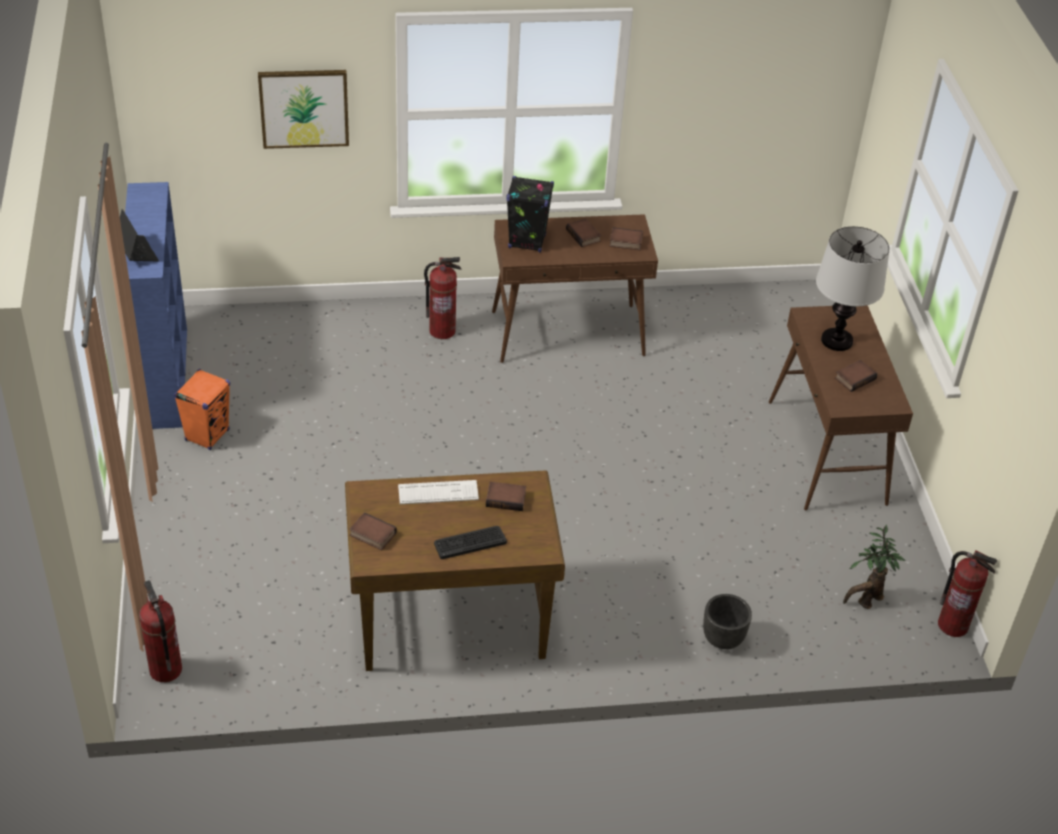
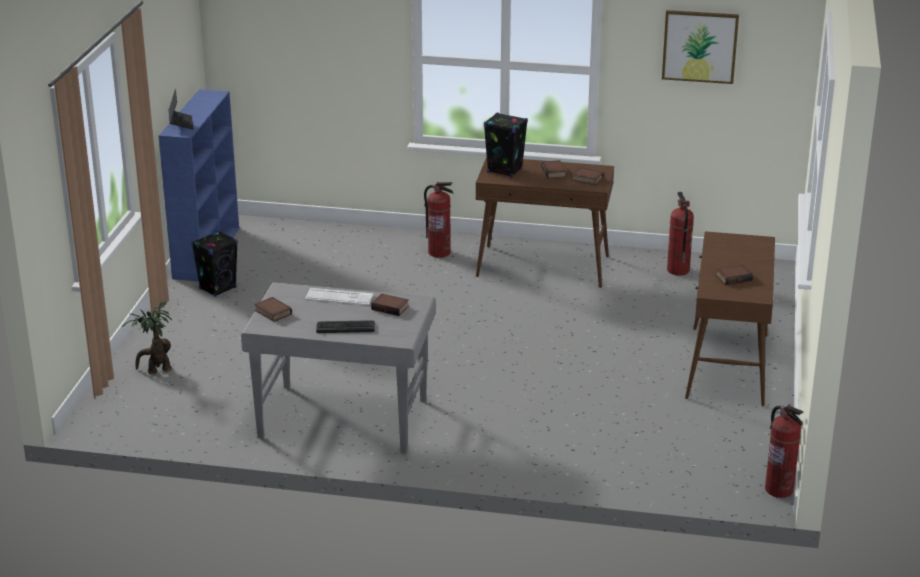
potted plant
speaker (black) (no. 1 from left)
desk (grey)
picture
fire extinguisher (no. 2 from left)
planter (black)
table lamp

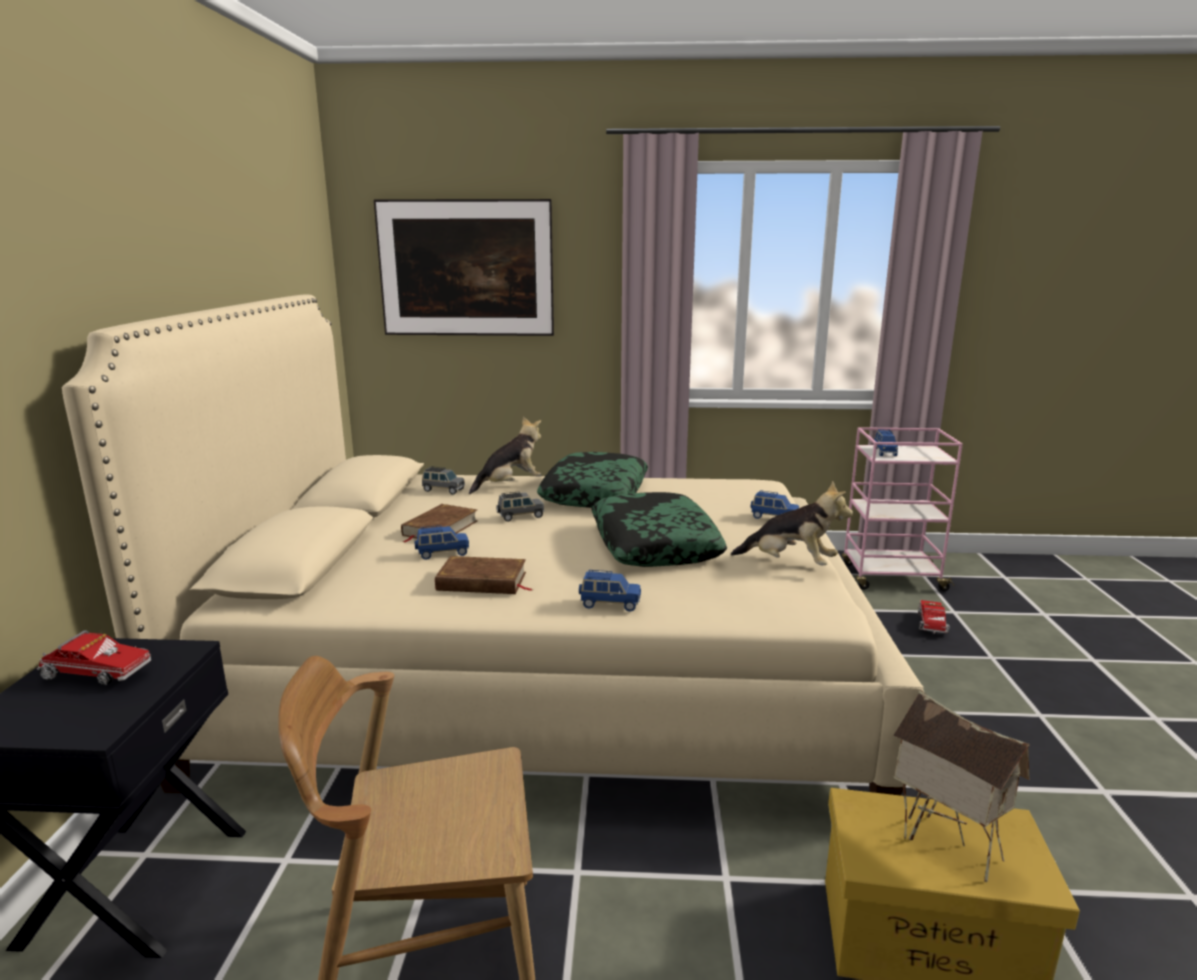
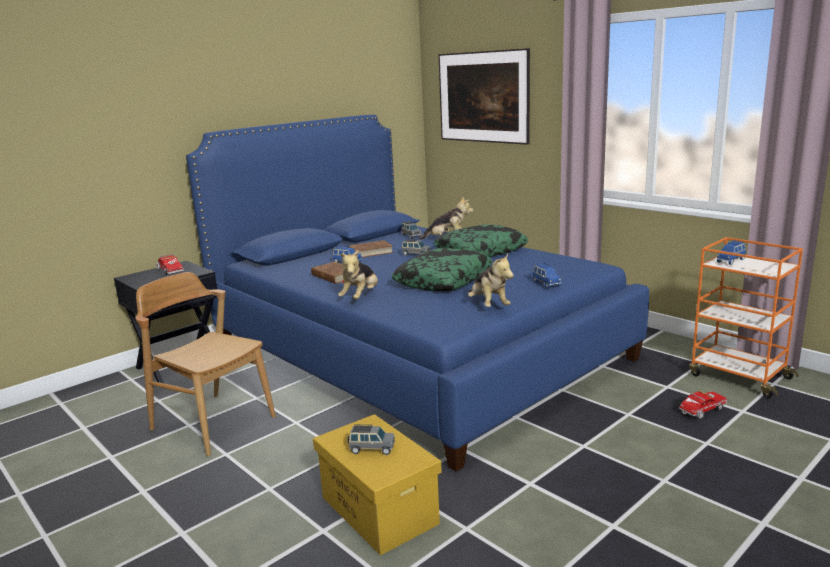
bed (blue)
plush toy (no. 1 from left)
toy car (grey) (no. 1 from left)
cart (orange)

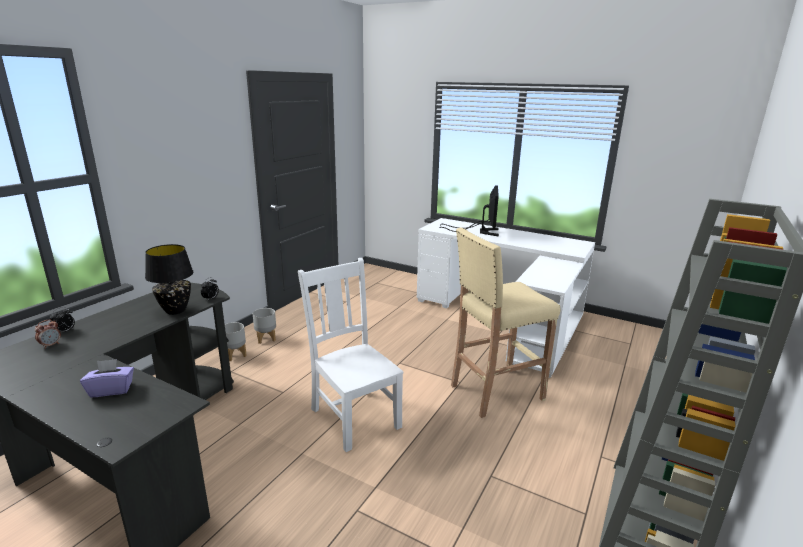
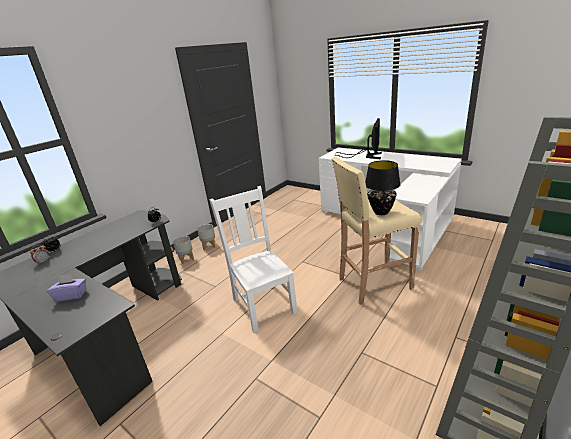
table lamp (black)

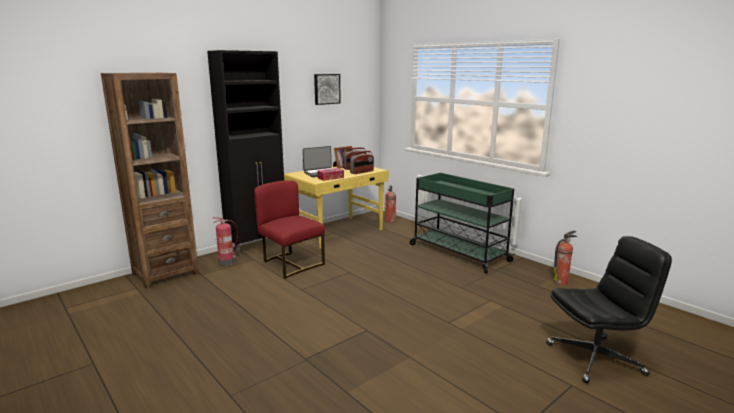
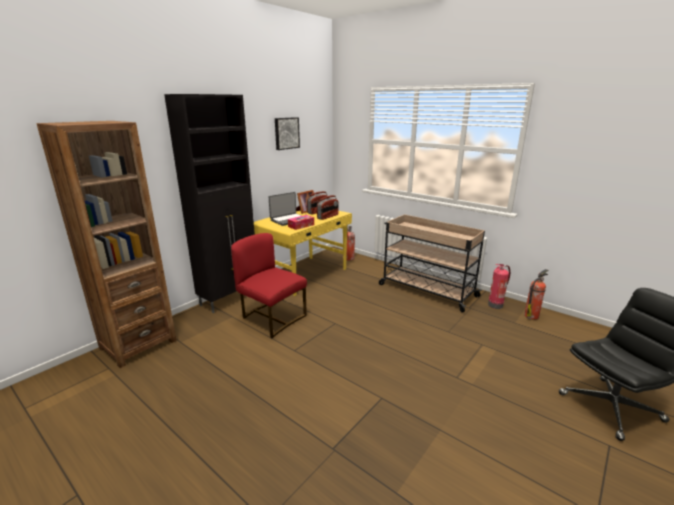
cart (beige)
fire extinguisher (no. 2 from left)

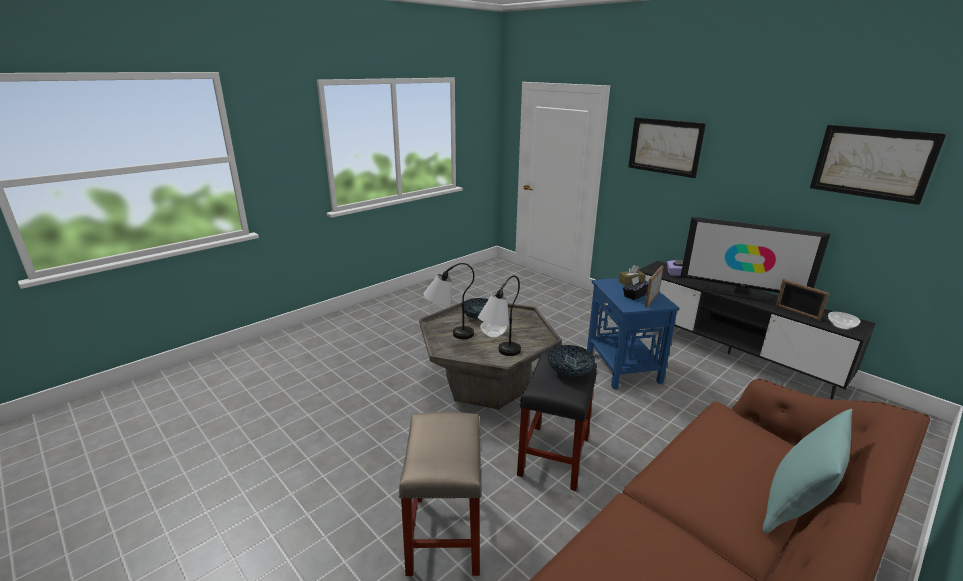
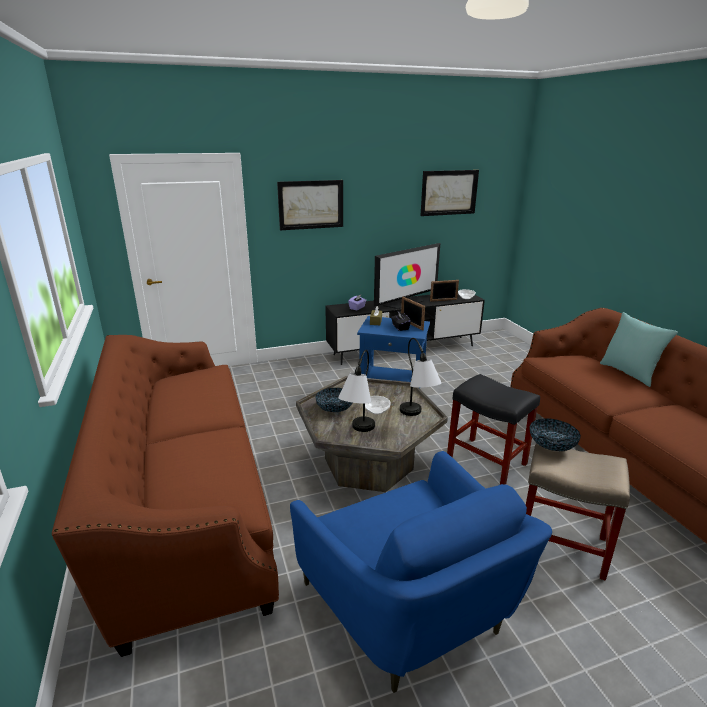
sofa (brown) (no. 1 from left)
armchair (blue)
bowl (no. 4 from left)

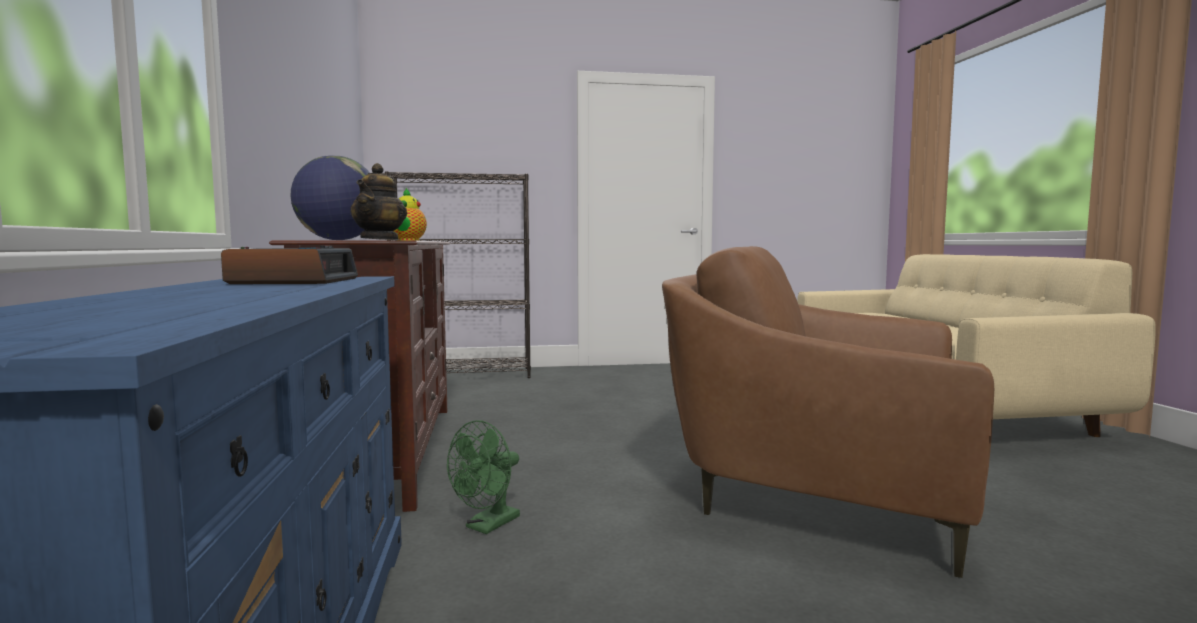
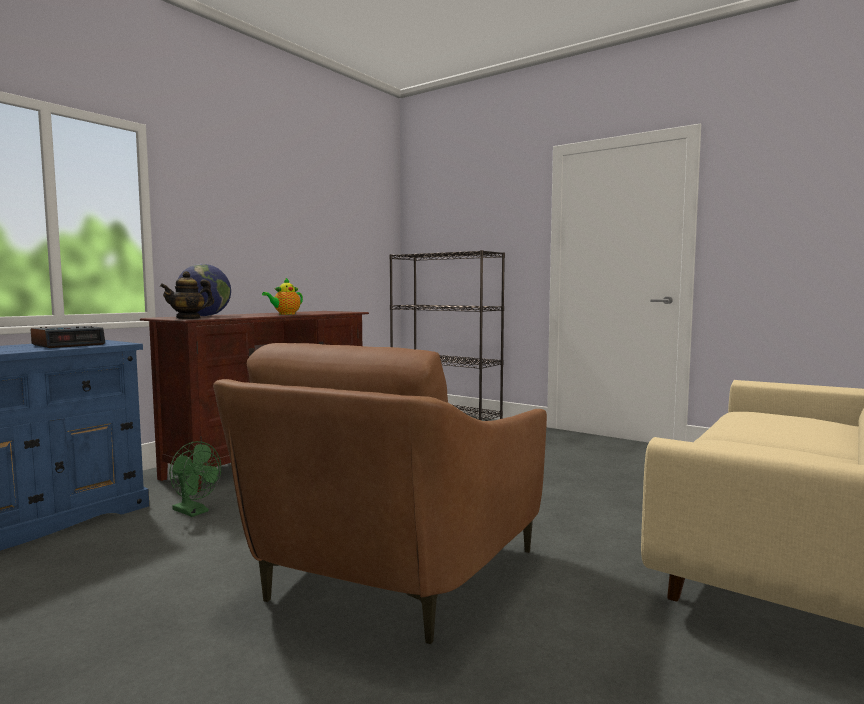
fan (green)
armchair (brown)

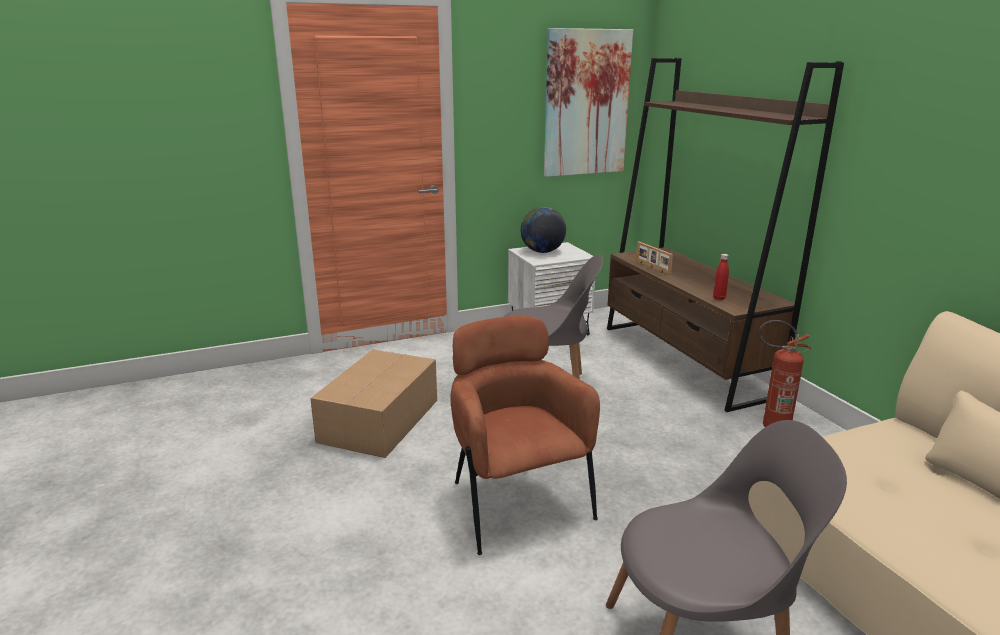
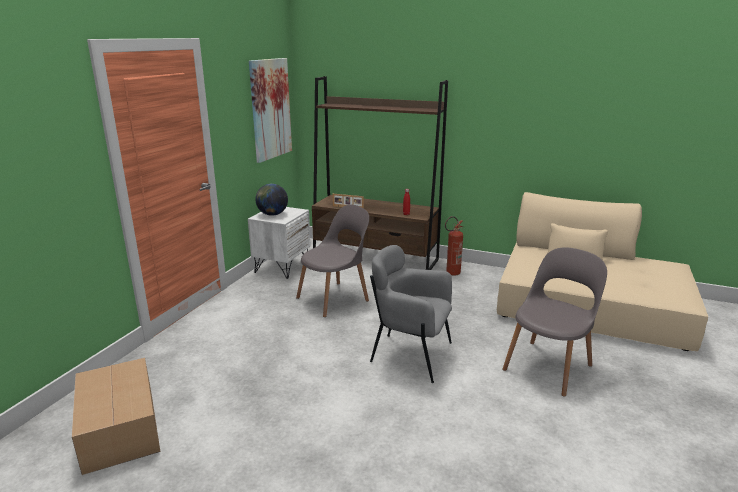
cardboard box
armchair (grey)

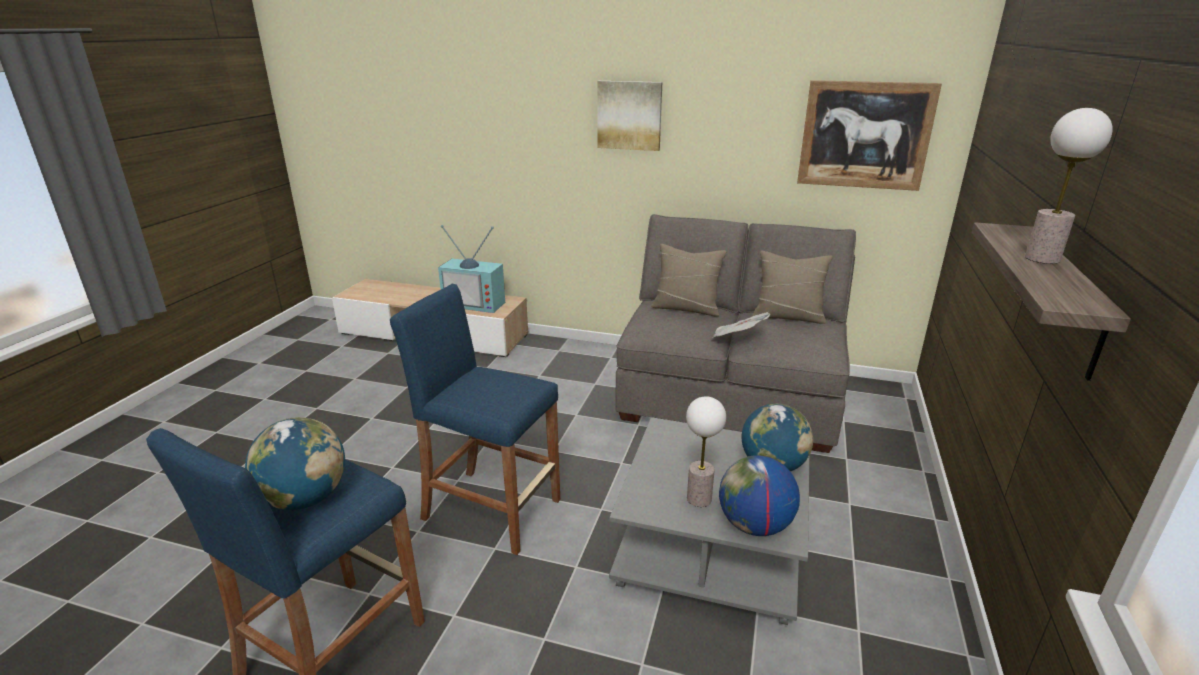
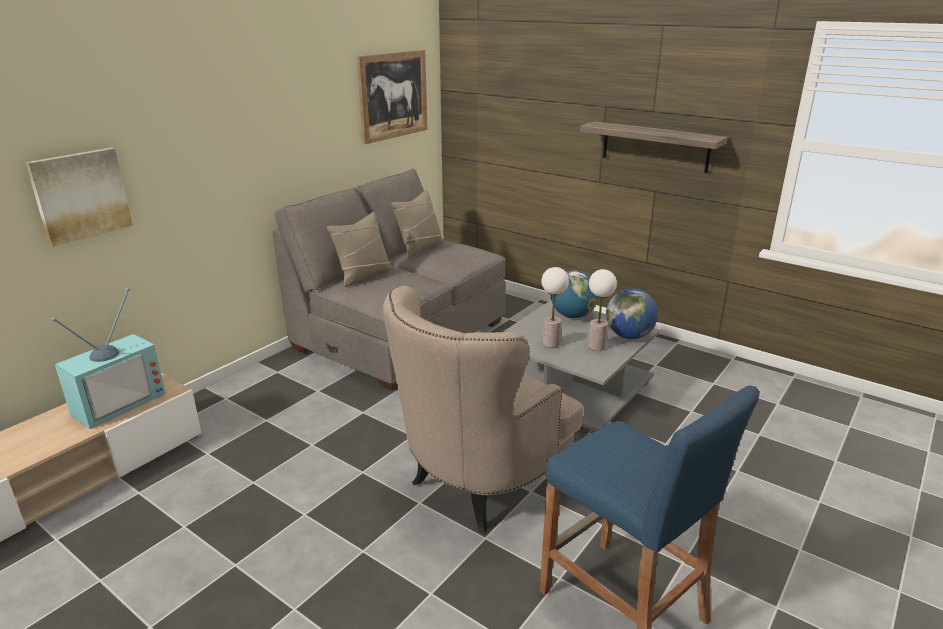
picture (no. 1 from left)
armchair (beige)
table lamp (no. 1 from left)
globe (no. 1 from left in the first image)
newspaper

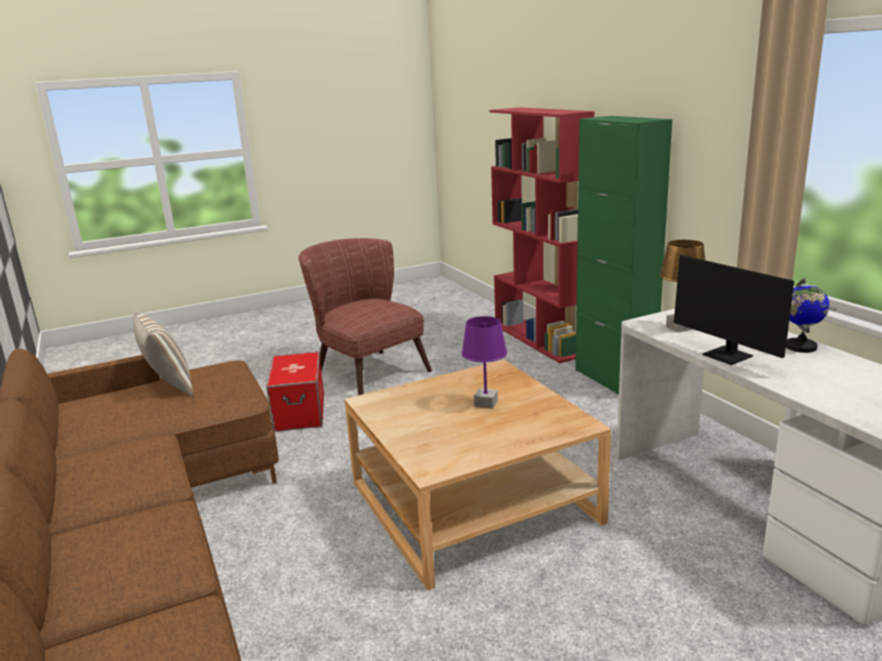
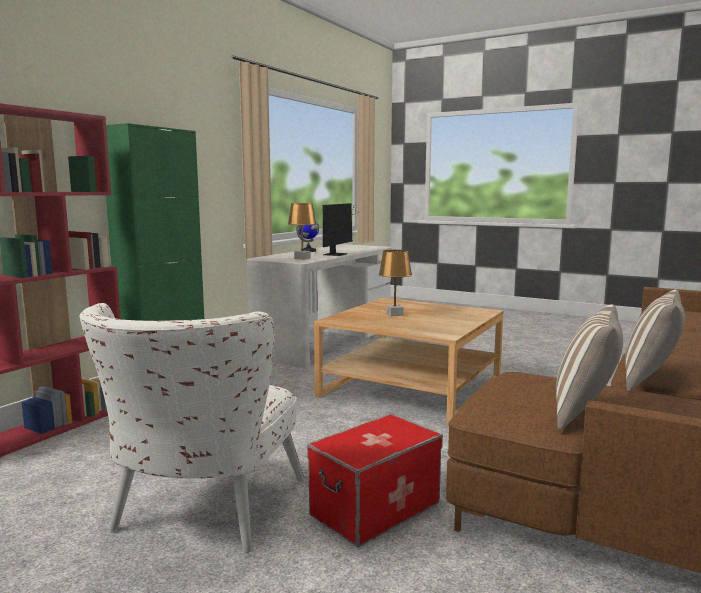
armchair (white)
table lamp (brown) (no. 2 from left)
pillow (no. 2 from left)

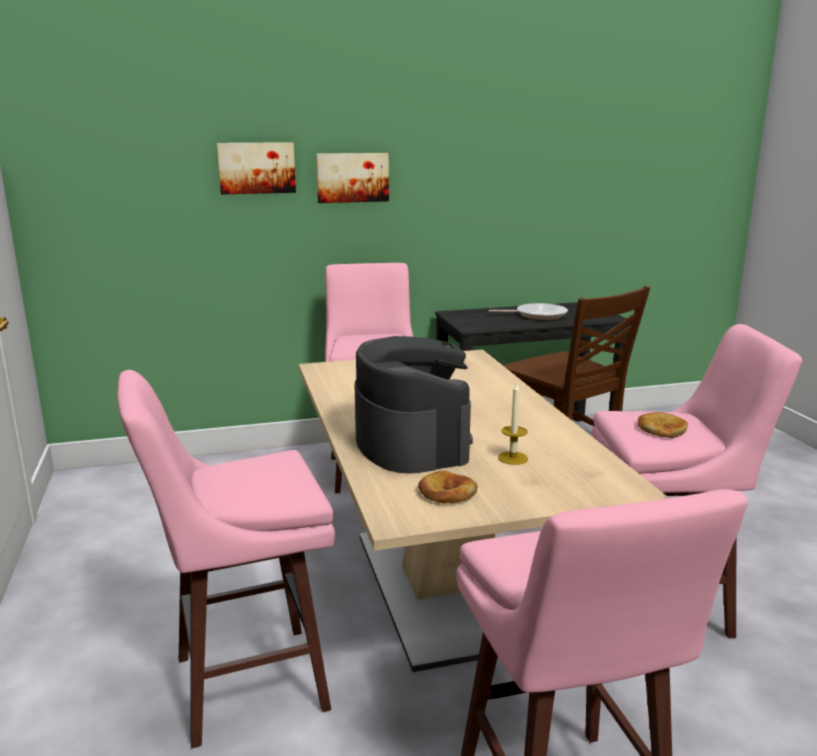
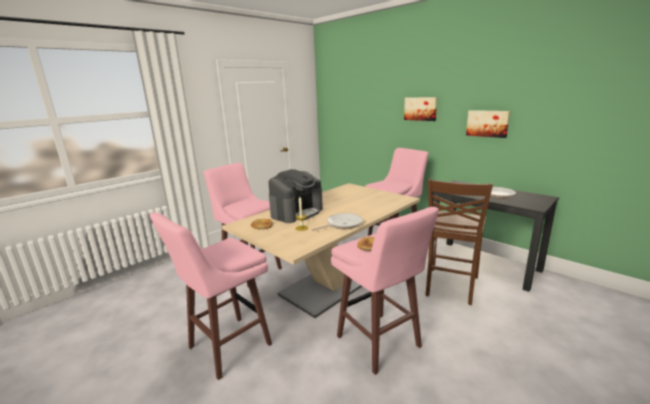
frying pan (no. 1 from left)
picture (no. 2 from left)

